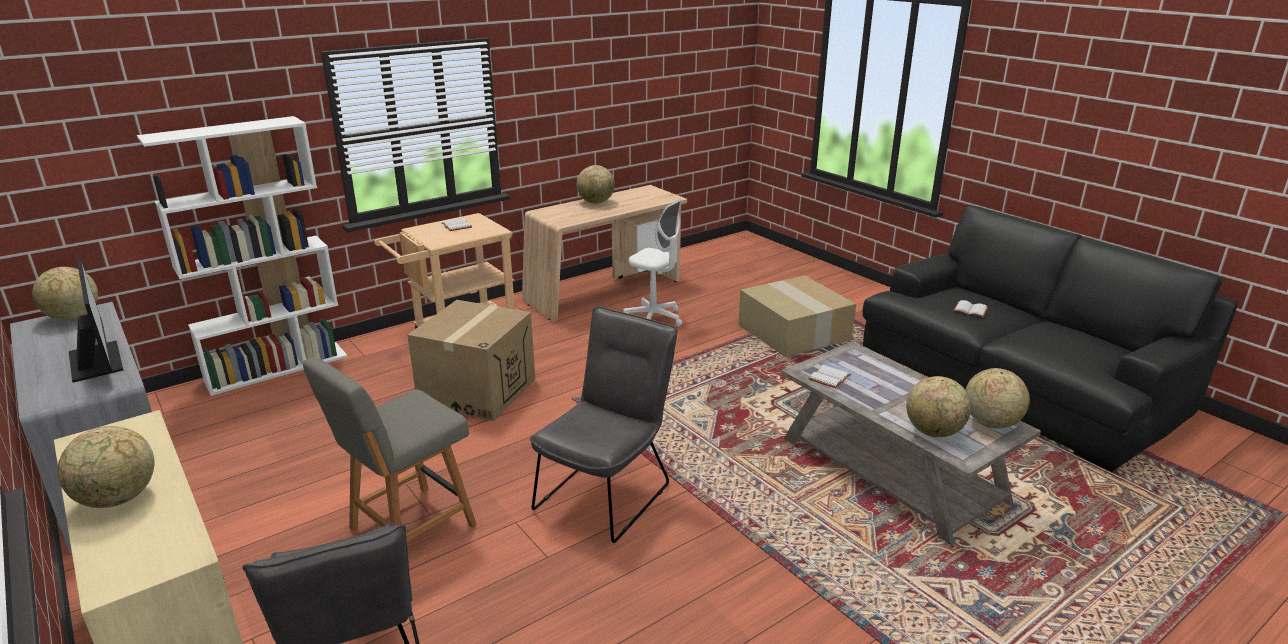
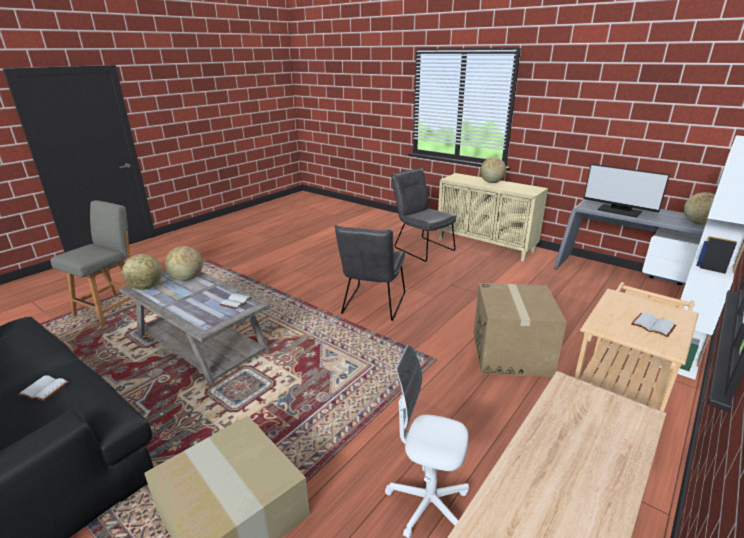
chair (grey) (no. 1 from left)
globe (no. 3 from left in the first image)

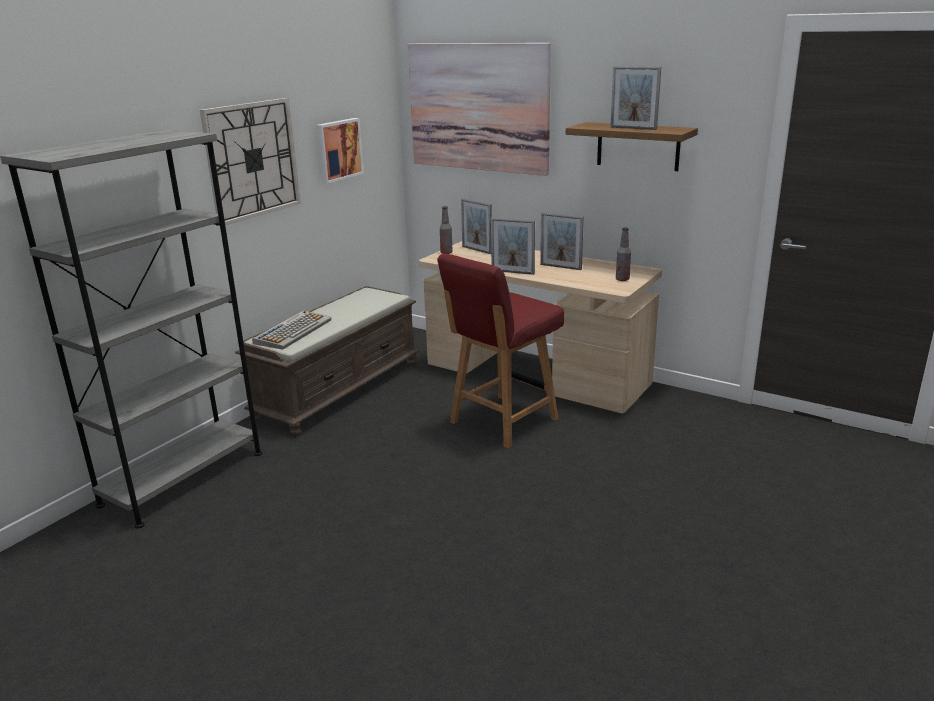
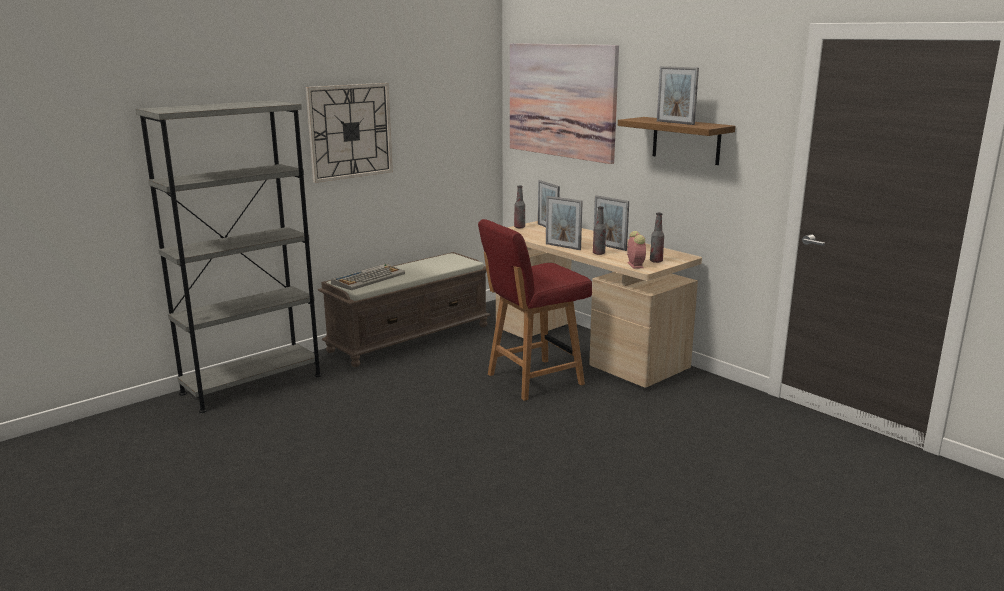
bottle (no. 2 from left)
alarm clock
picture (no. 1 from left in the first image)

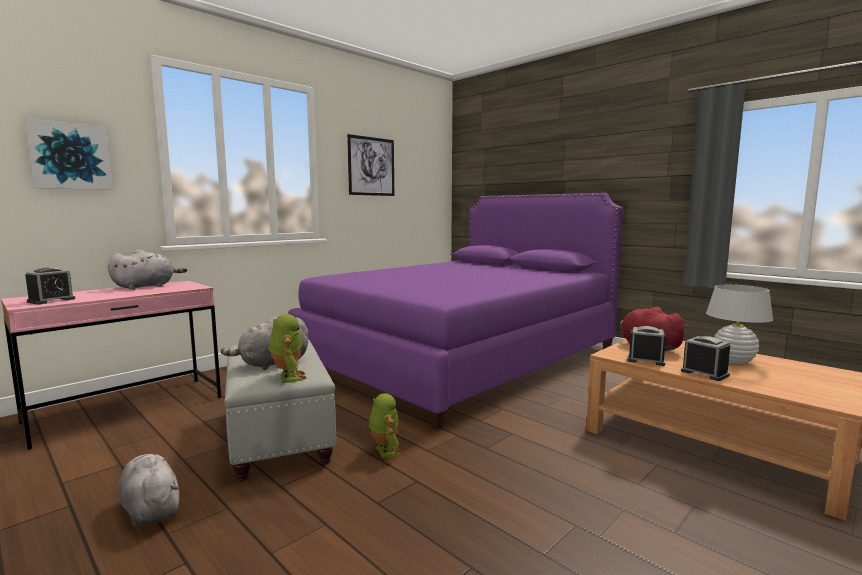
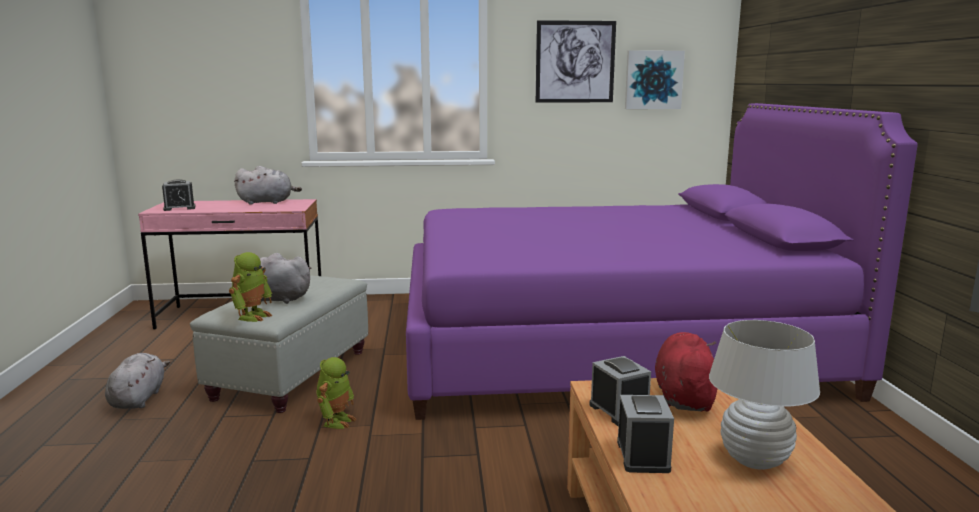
picture (no. 2 from left)

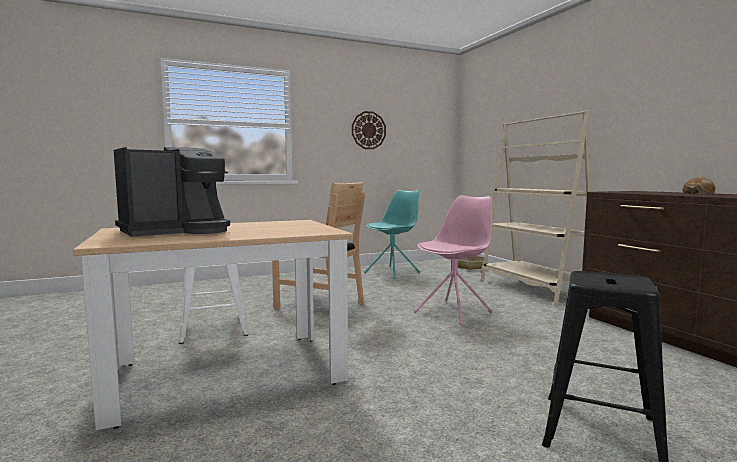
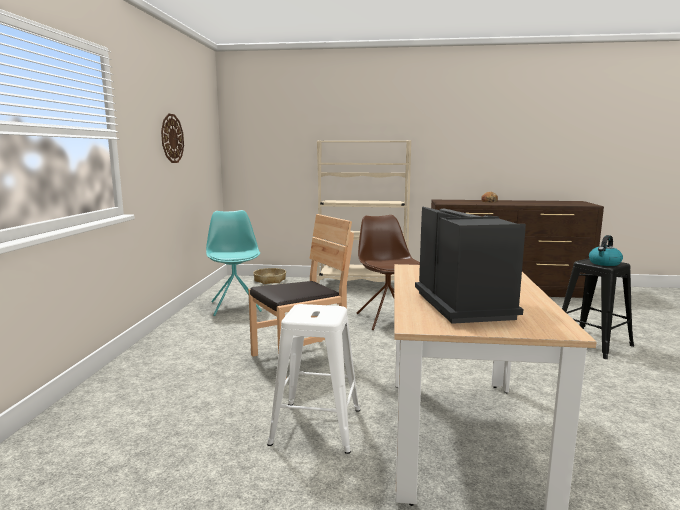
chair (brown) (no. 2 from left)
kettle

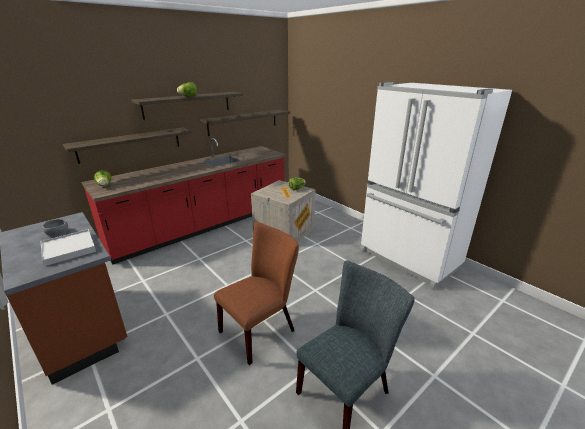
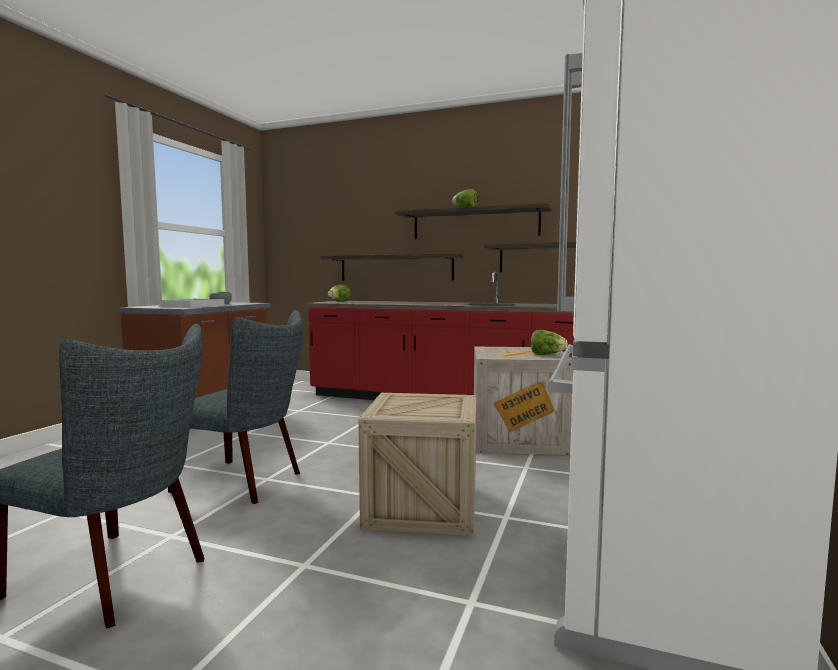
chair (grey) (no. 2 from left)
crate (no. 1 from left)

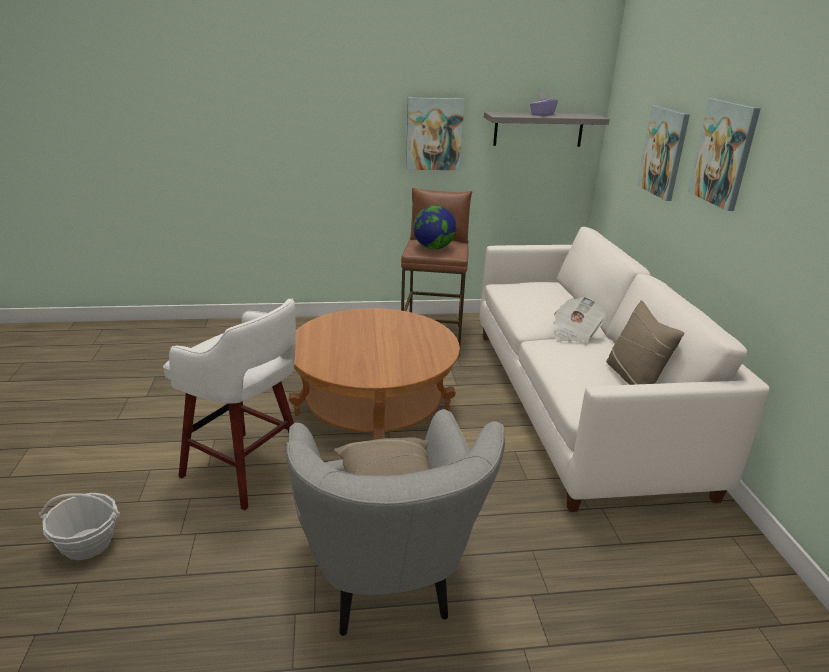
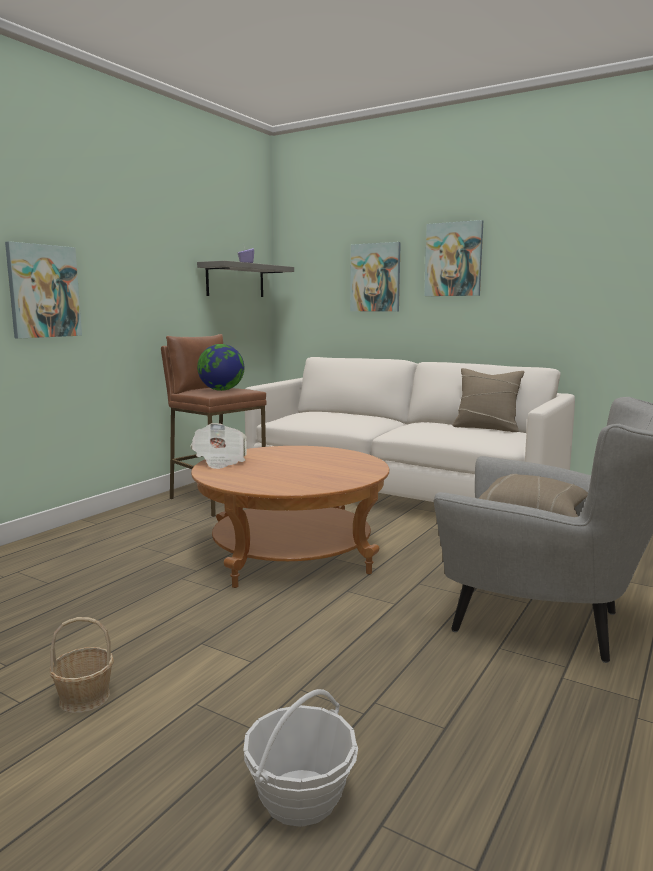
picture (no. 1 from left)
basket (no. 1 from left)
newspaper
stool (white)

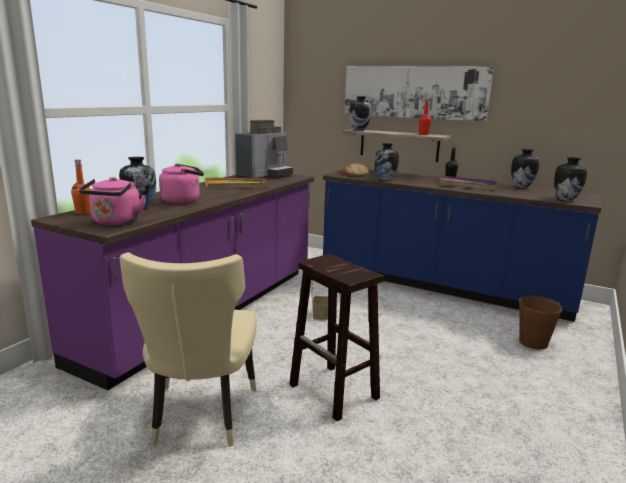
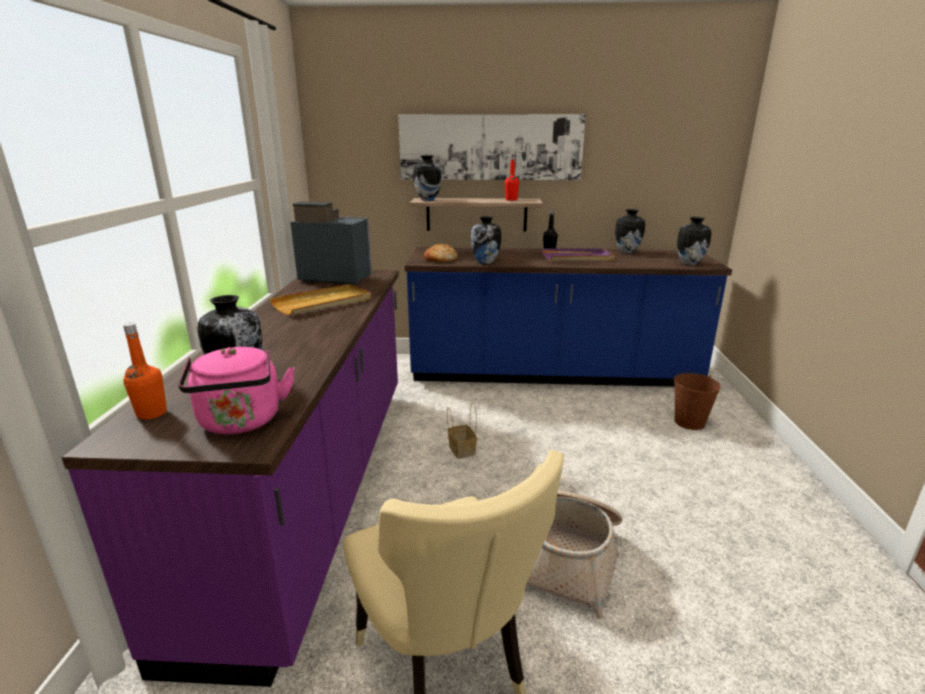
coffee machine
basket (no. 2 from left)
kettle (pink) (no. 2 from left in the first image)

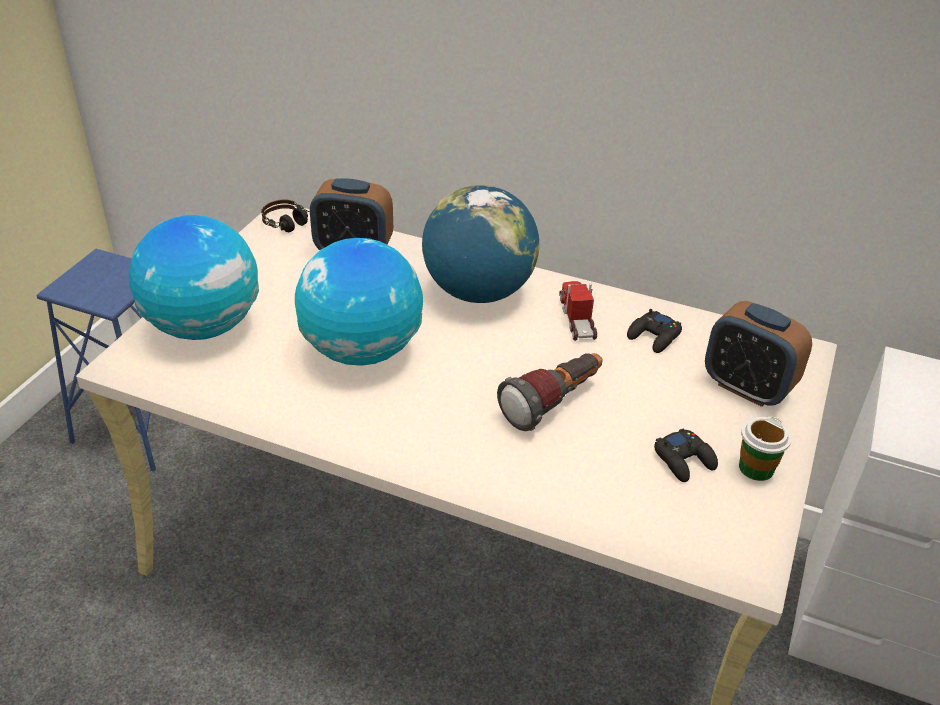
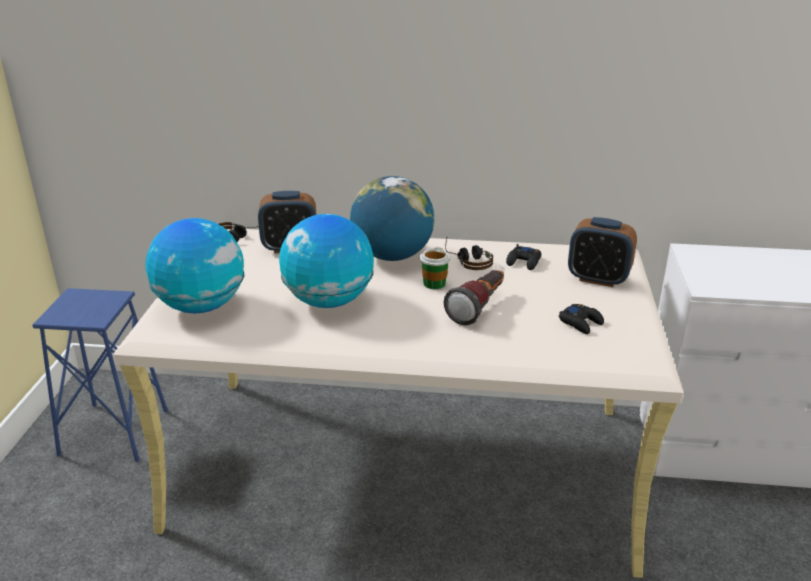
cup
headphones (no. 2 from left)

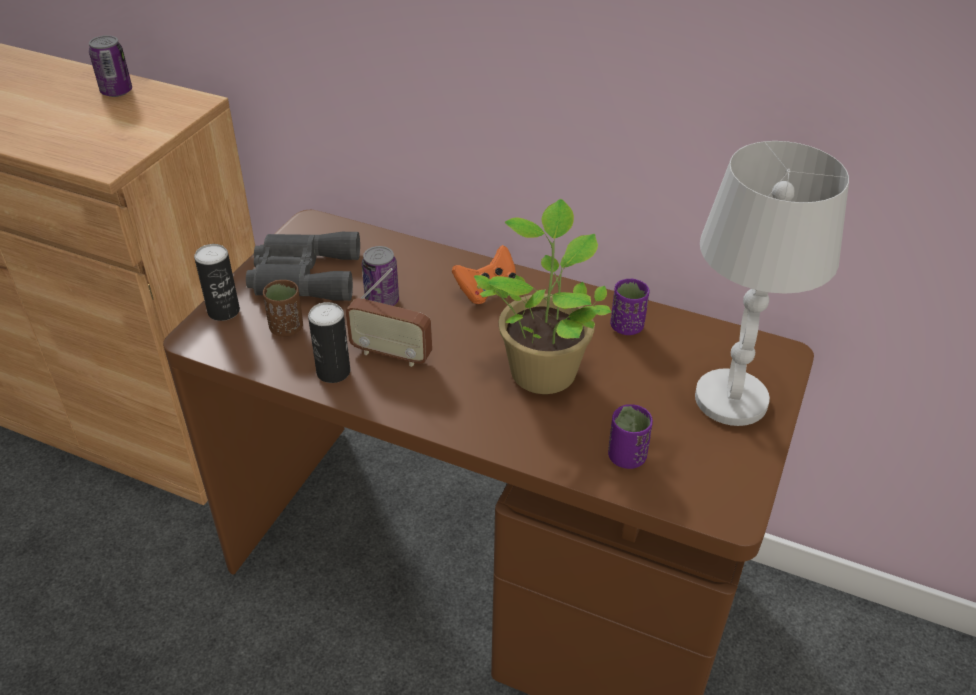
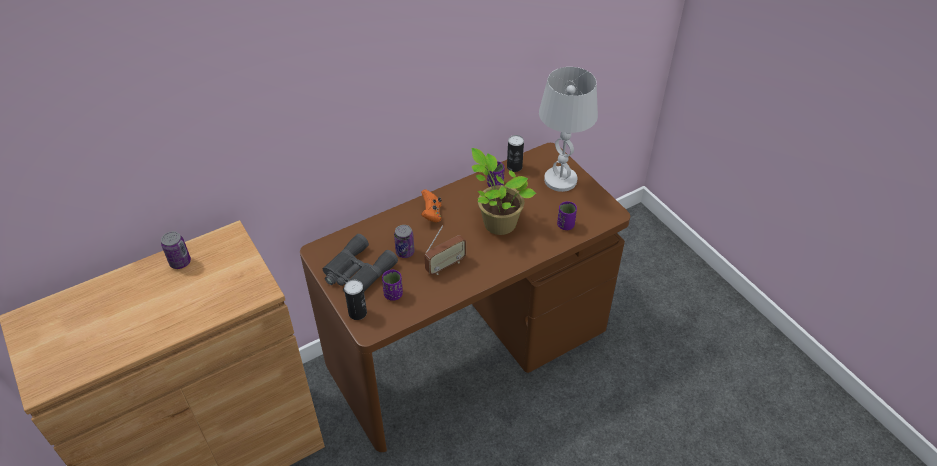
cup (purple) (no. 1 from left)
can (no. 4 from left)

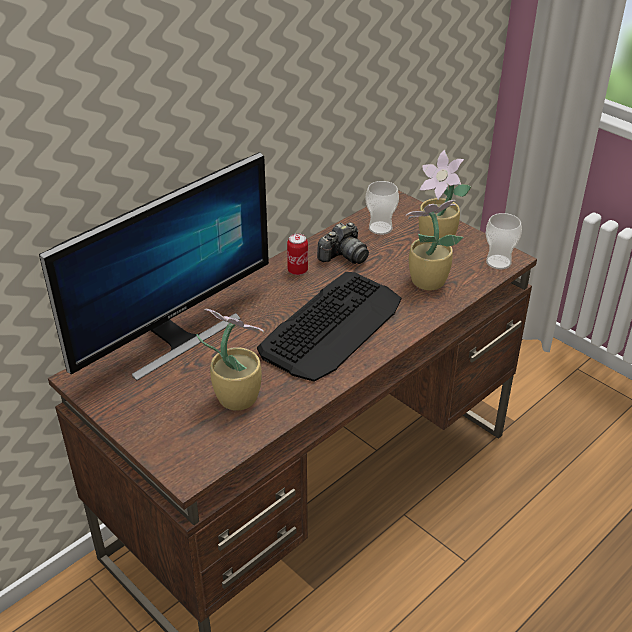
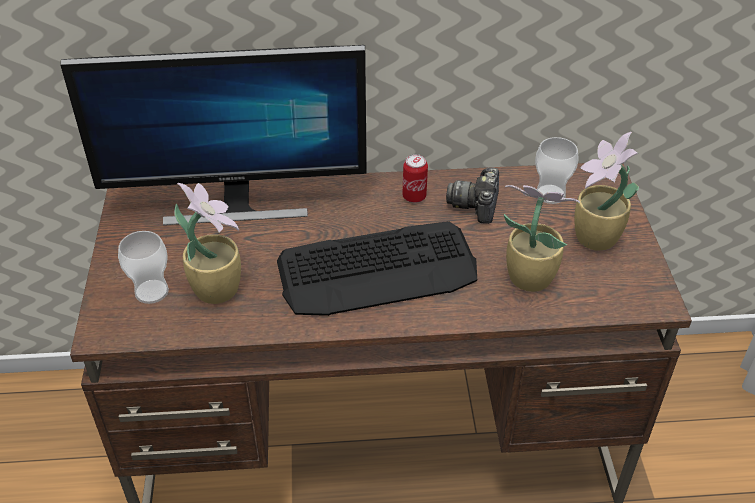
cup (no. 1 from left)
photo camera

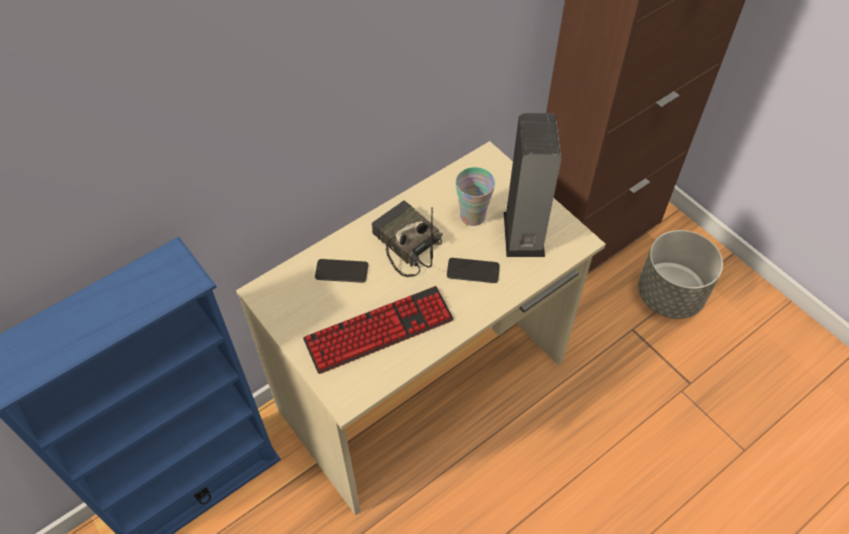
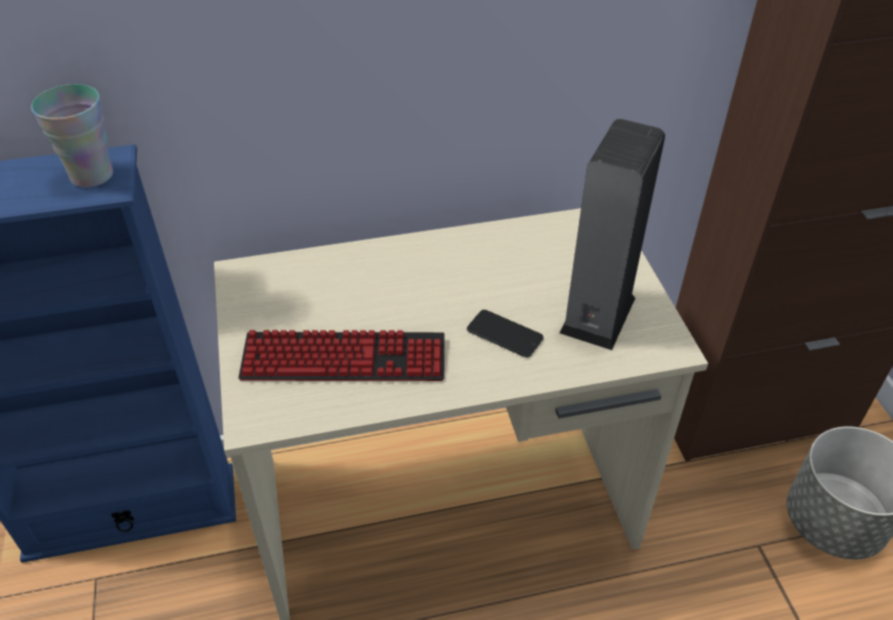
cup
phone (no. 1 from left in the first image)
radio

